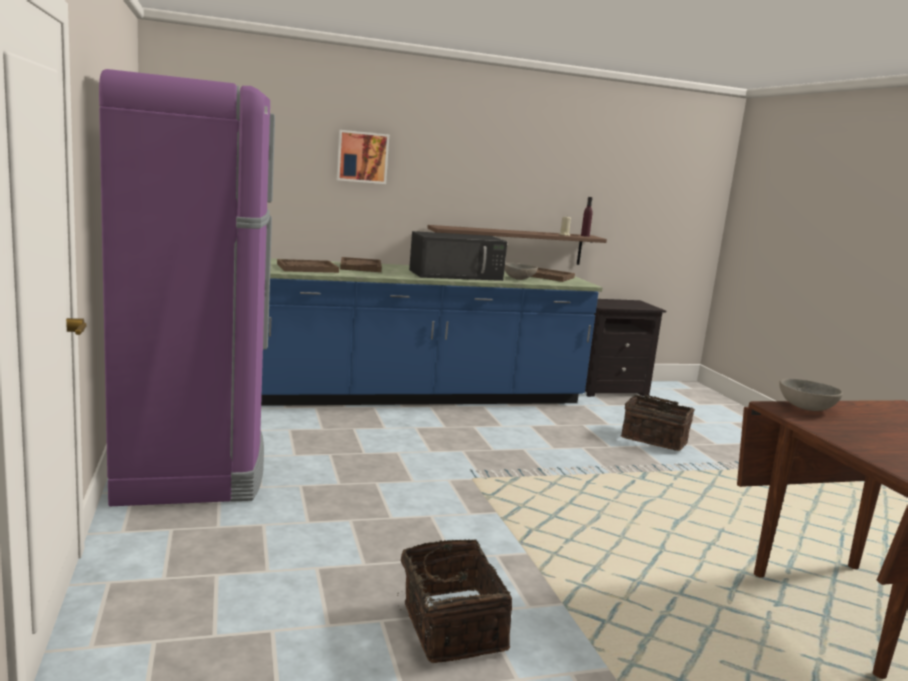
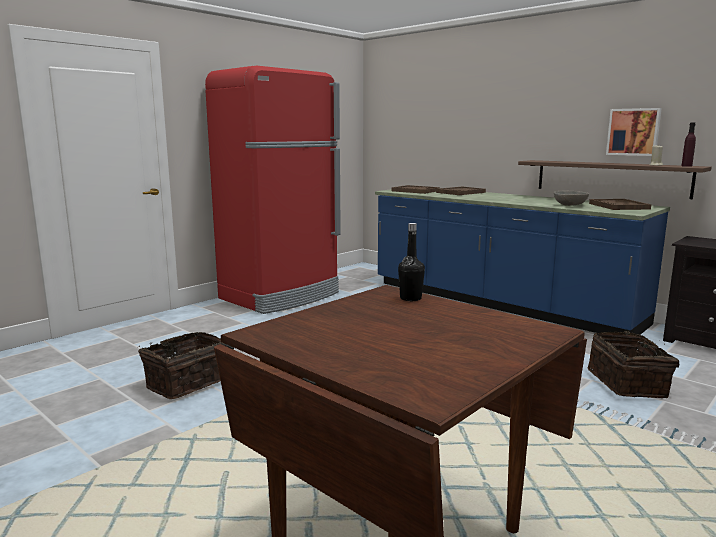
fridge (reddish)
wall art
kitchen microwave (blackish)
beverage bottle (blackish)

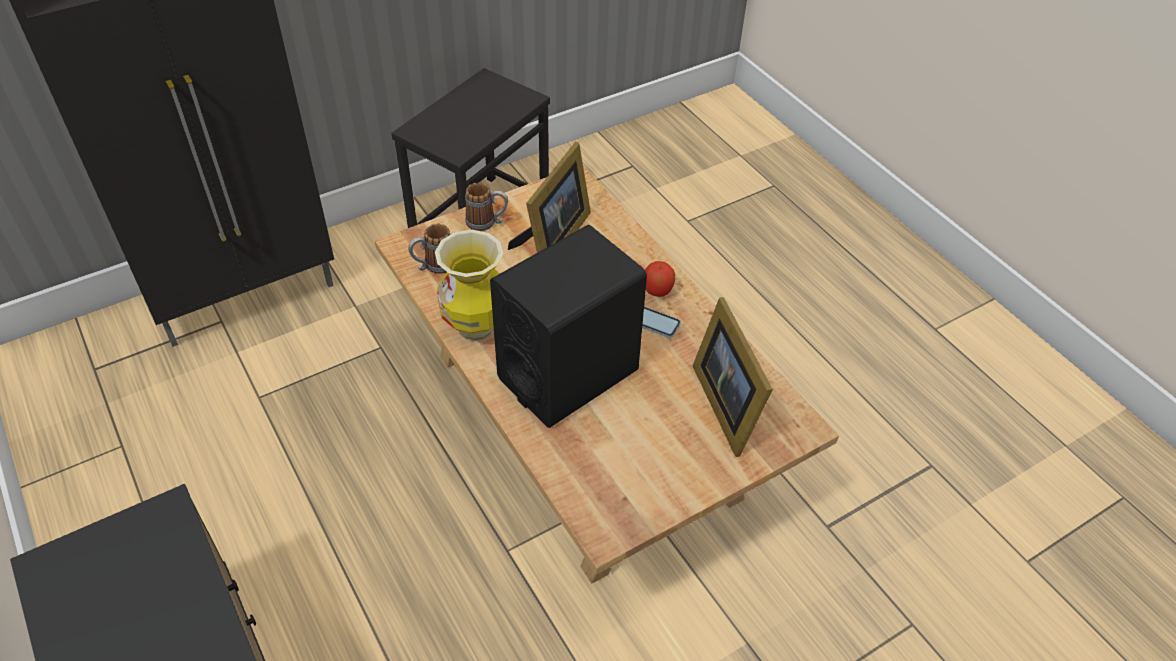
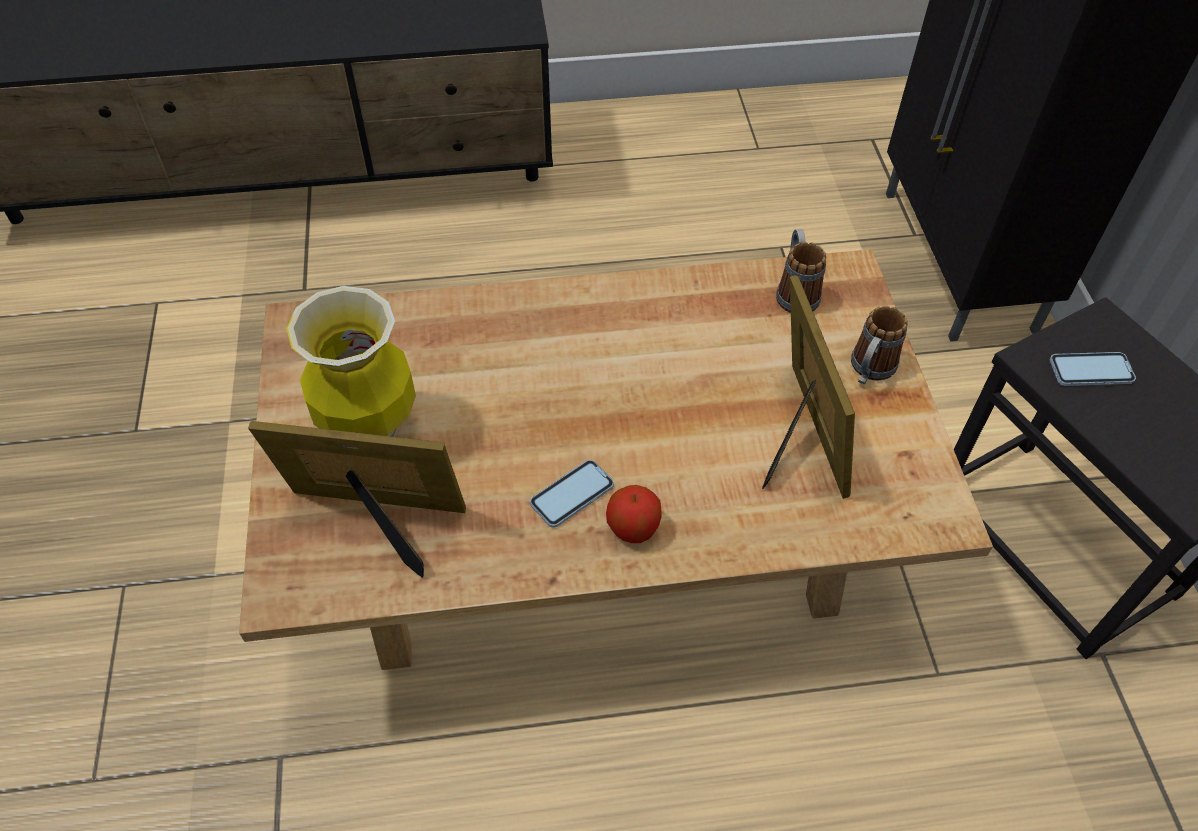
photo frame (no. 2 from left)
loudspeaker (blackish)
decorative vase
phone (no. 2 from left)

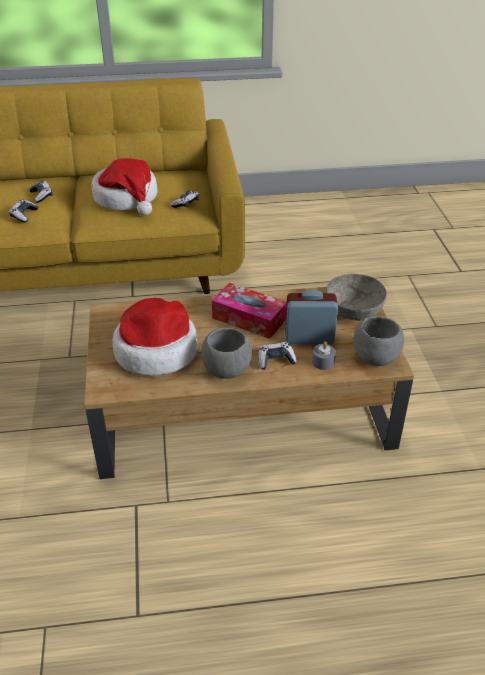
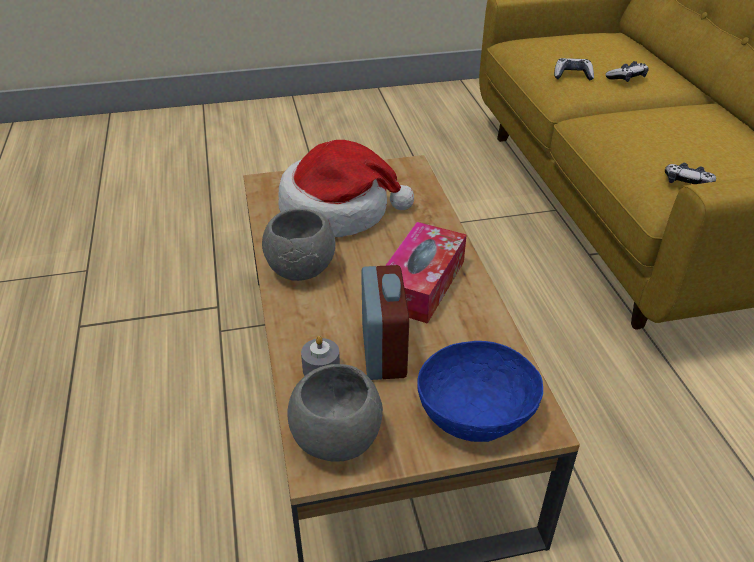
wearable hat (no. 1 from left in the first image)
serving bowl (blue)
joypad (no. 4 from left in the first image)

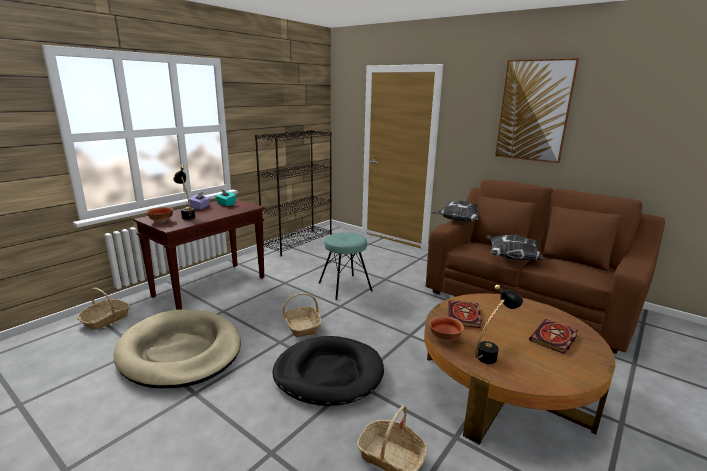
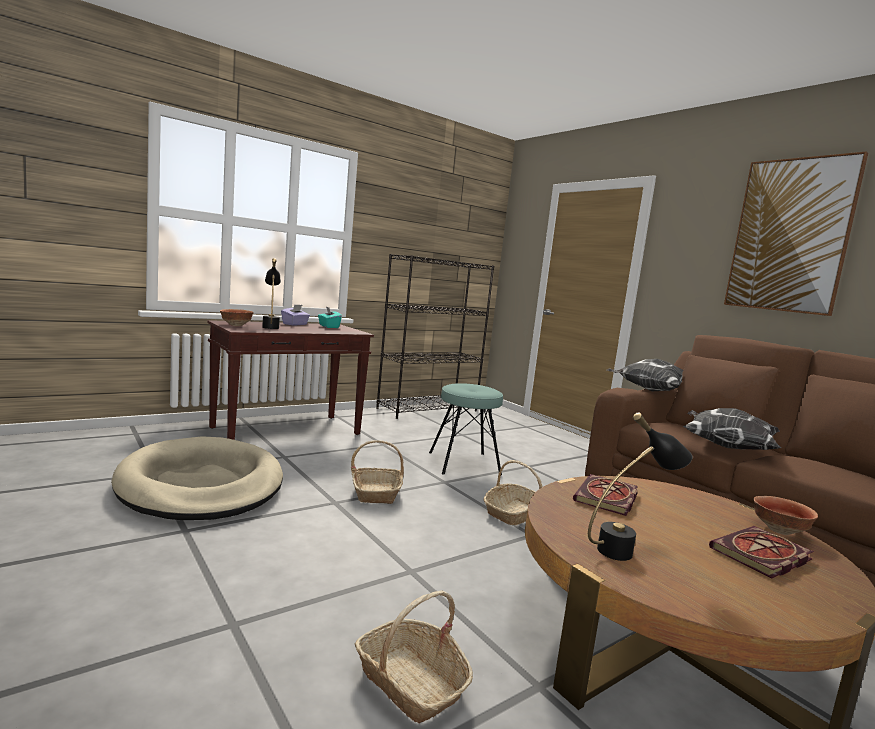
household basket (no. 3 from left)
serving bowl (no. 2 from left)
dog bed (blackish)

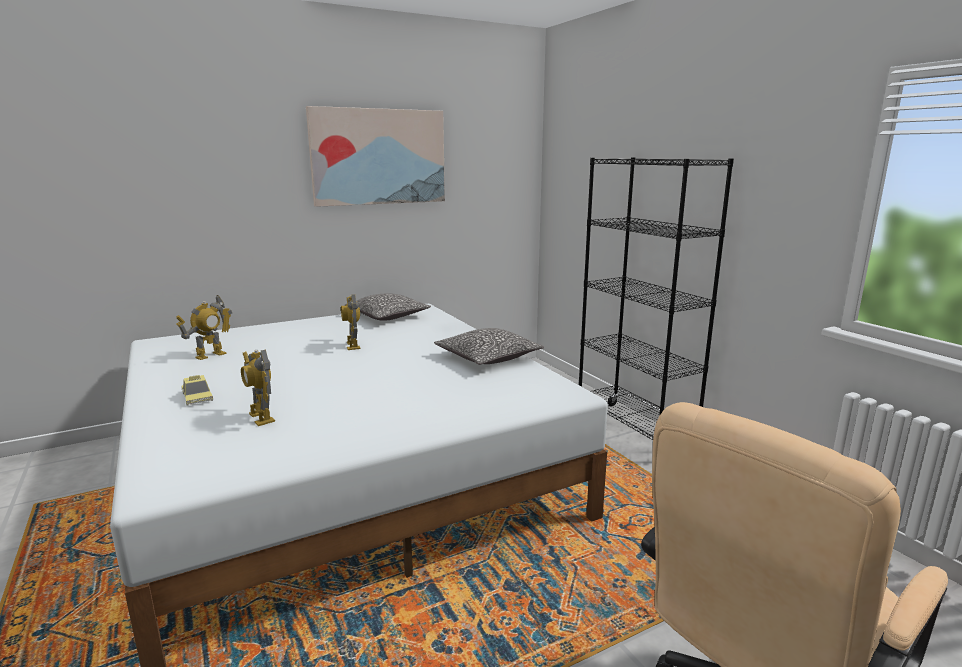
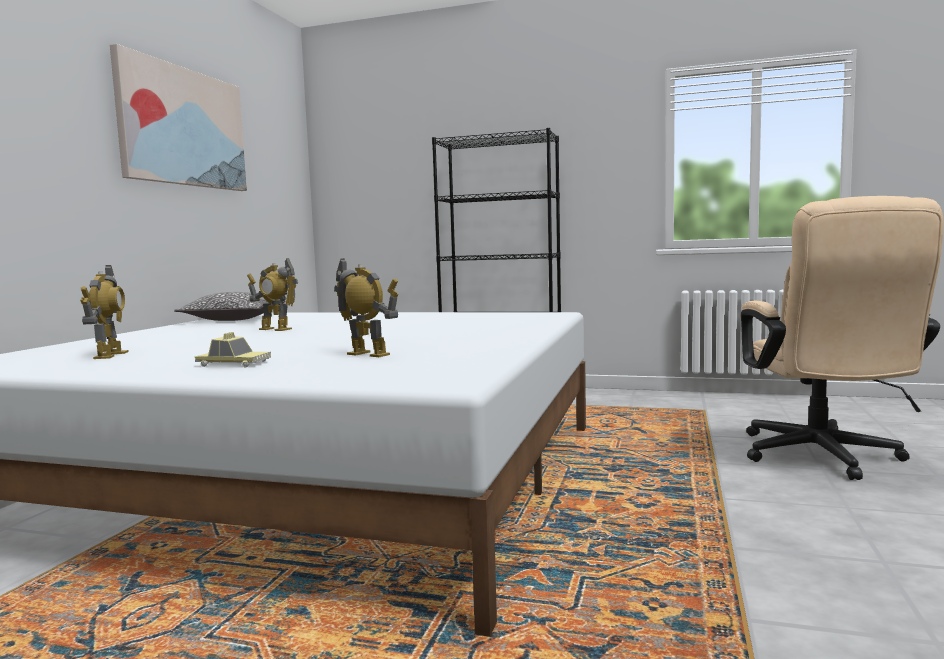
throw pillow (no. 2 from left in the first image)
model robot (no. 3 from left)

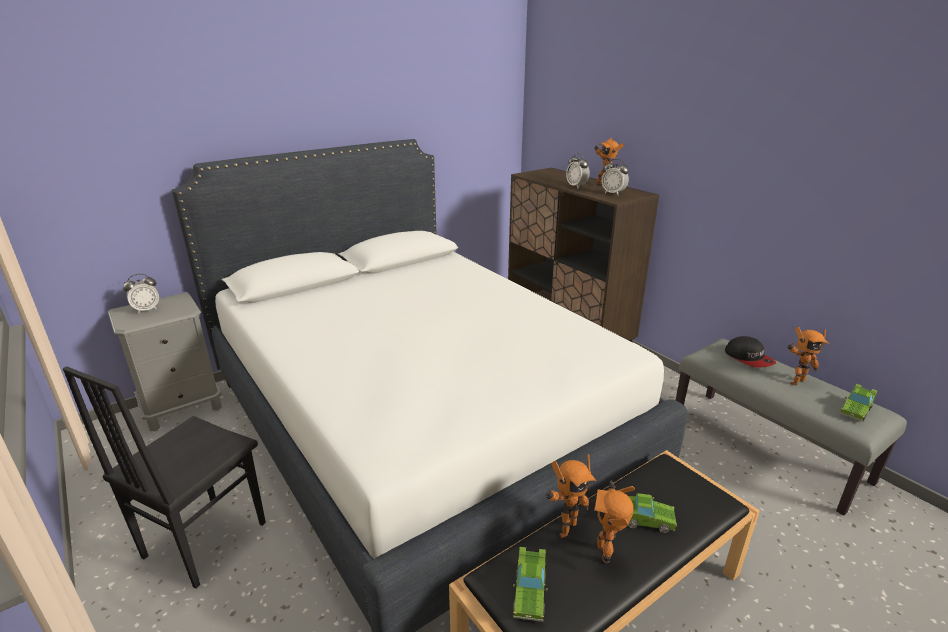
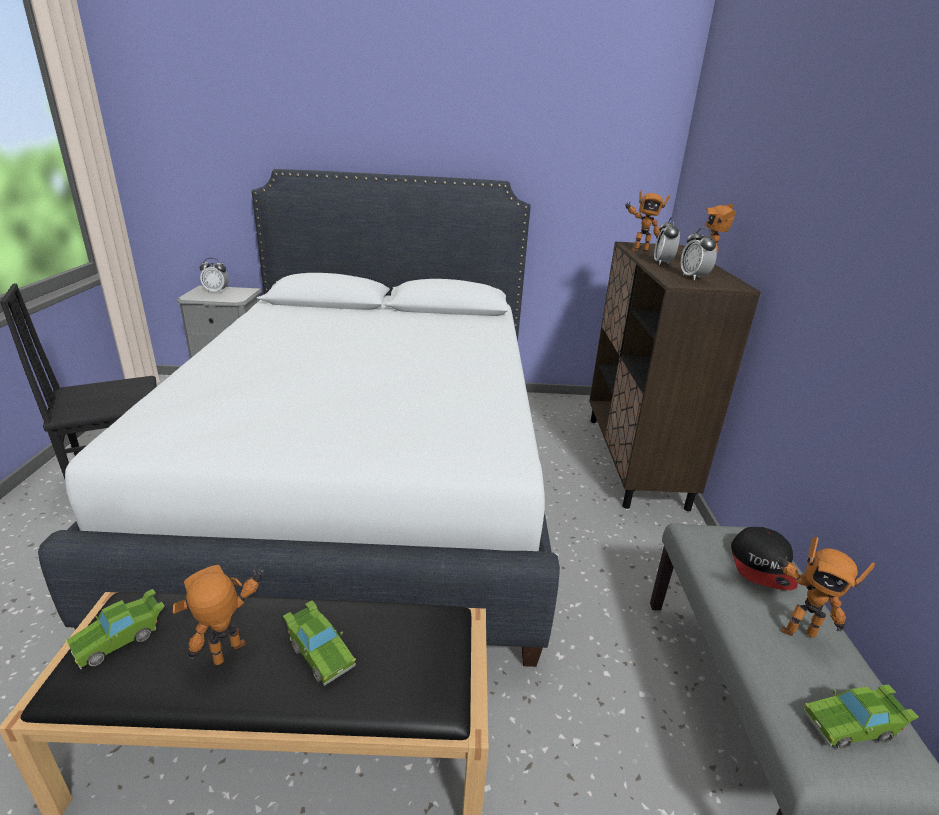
model robot (no. 2 from left)

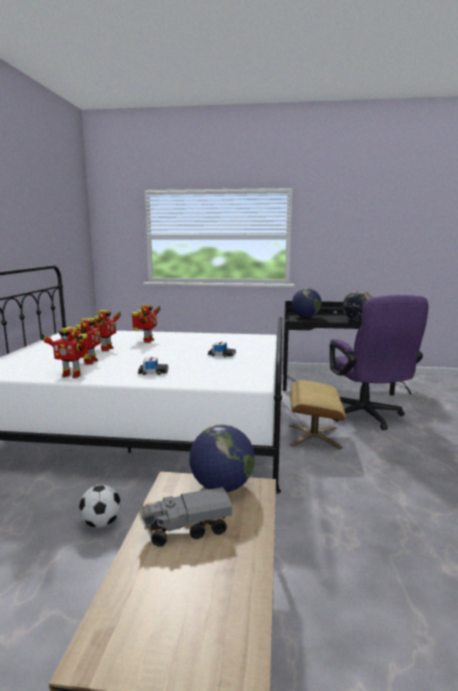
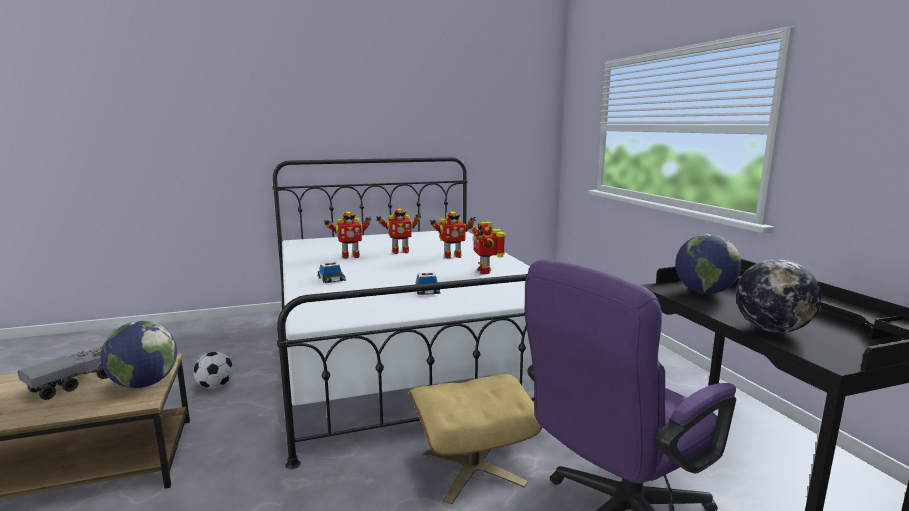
model robot (no. 4 from left)
toy lorry

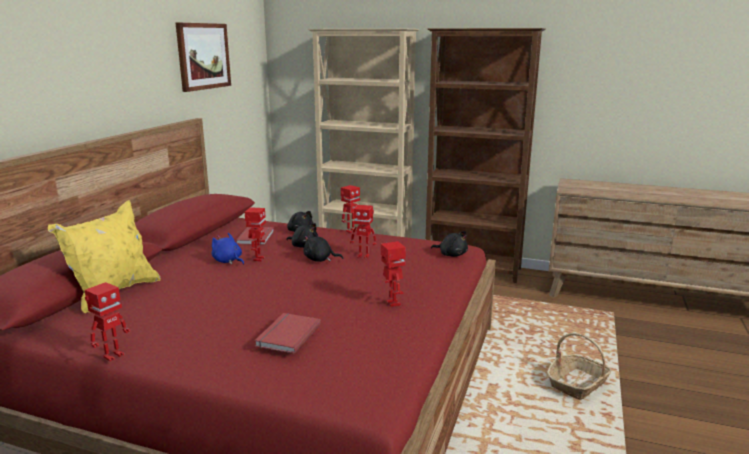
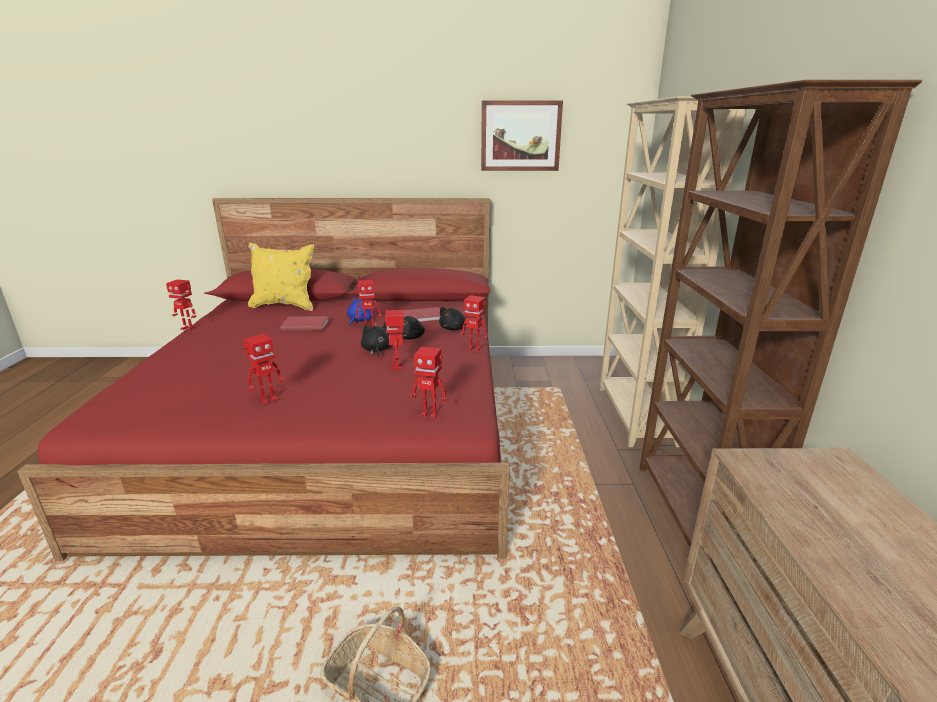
model robot (no. 5 from left)
bound book (reddish) (no. 1 from left)

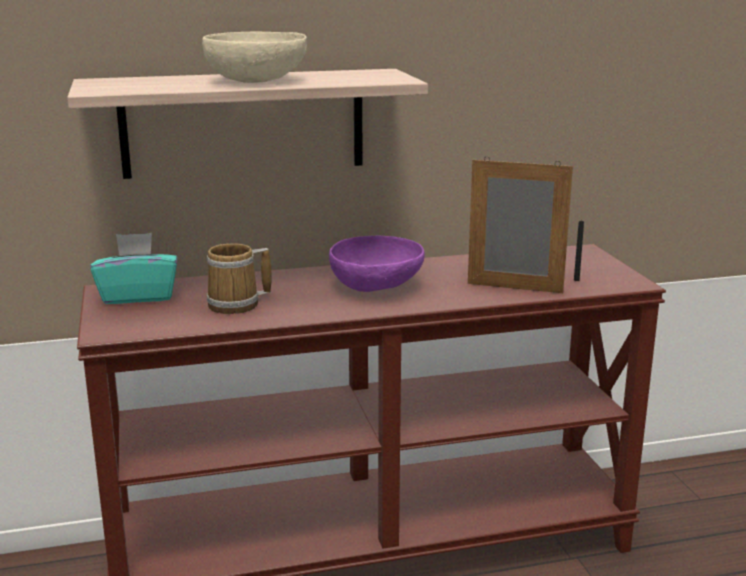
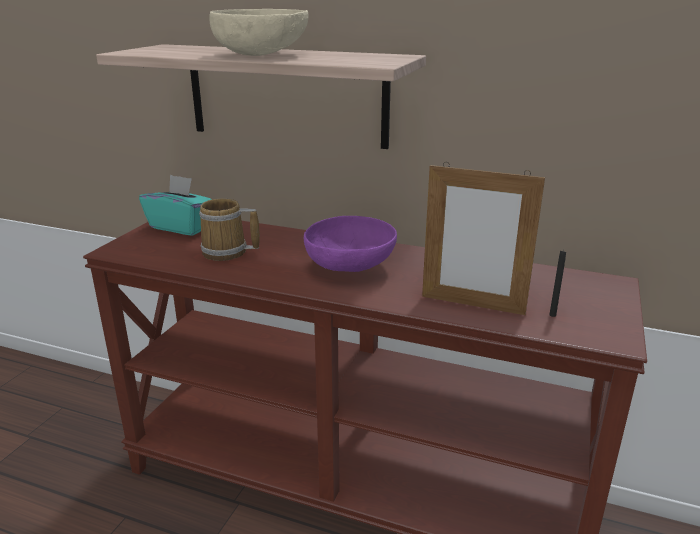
photo frame

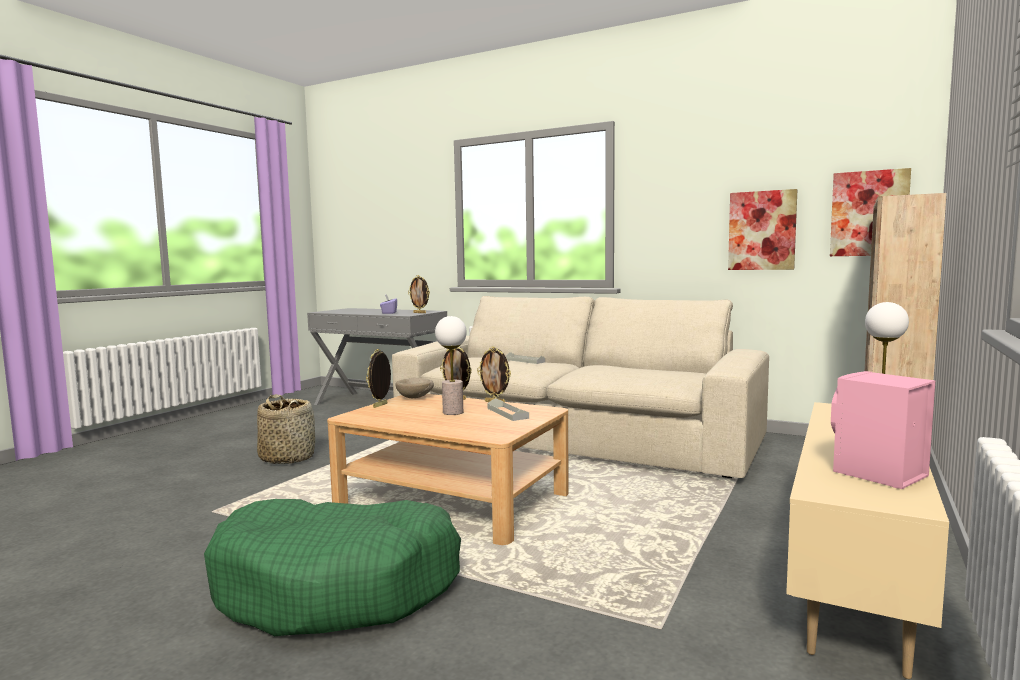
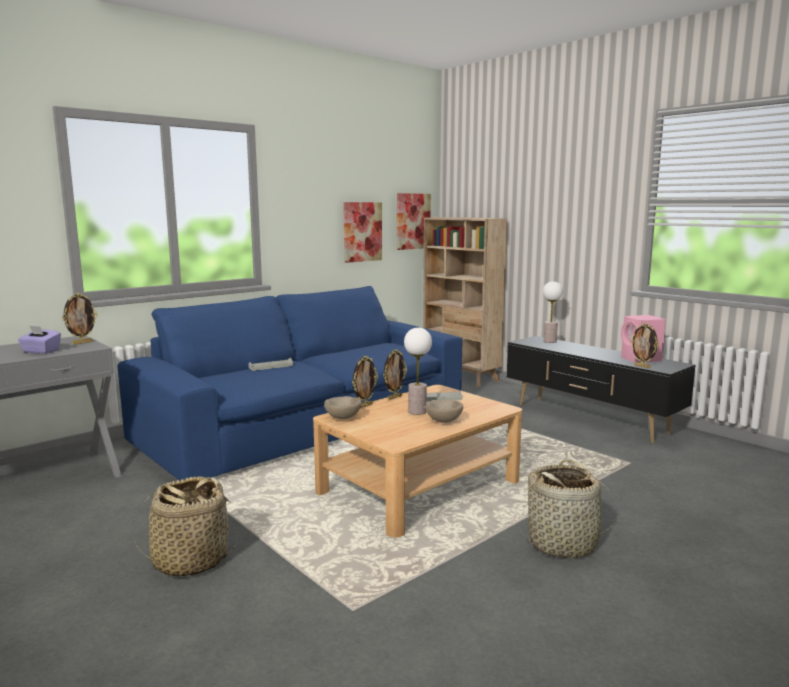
couch (blue)
photo frame (no. 4 from left)
tv stand (blackish)
household basket (no. 2 from left)
serving bowl (beige-coloured) (no. 2 from left)

